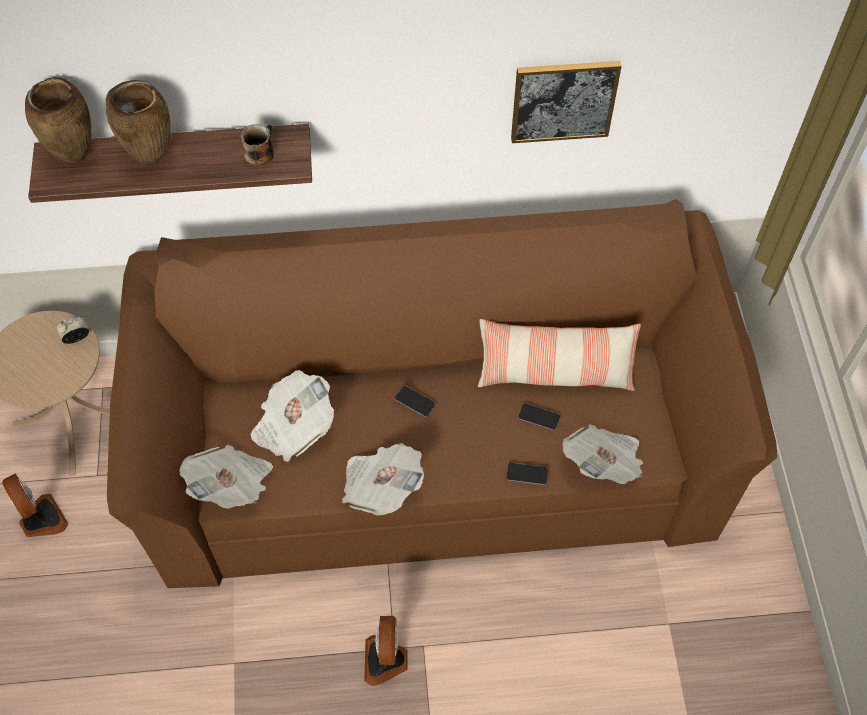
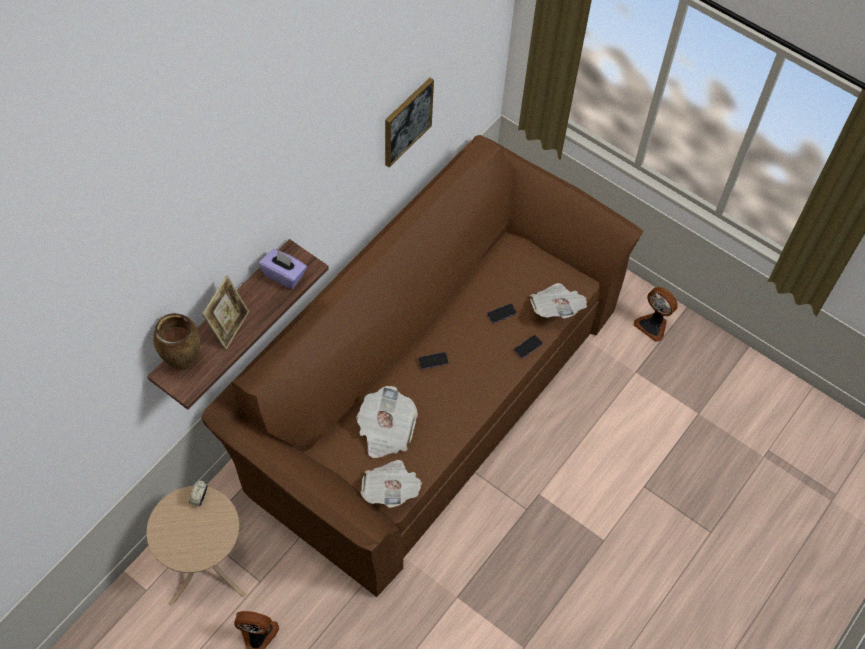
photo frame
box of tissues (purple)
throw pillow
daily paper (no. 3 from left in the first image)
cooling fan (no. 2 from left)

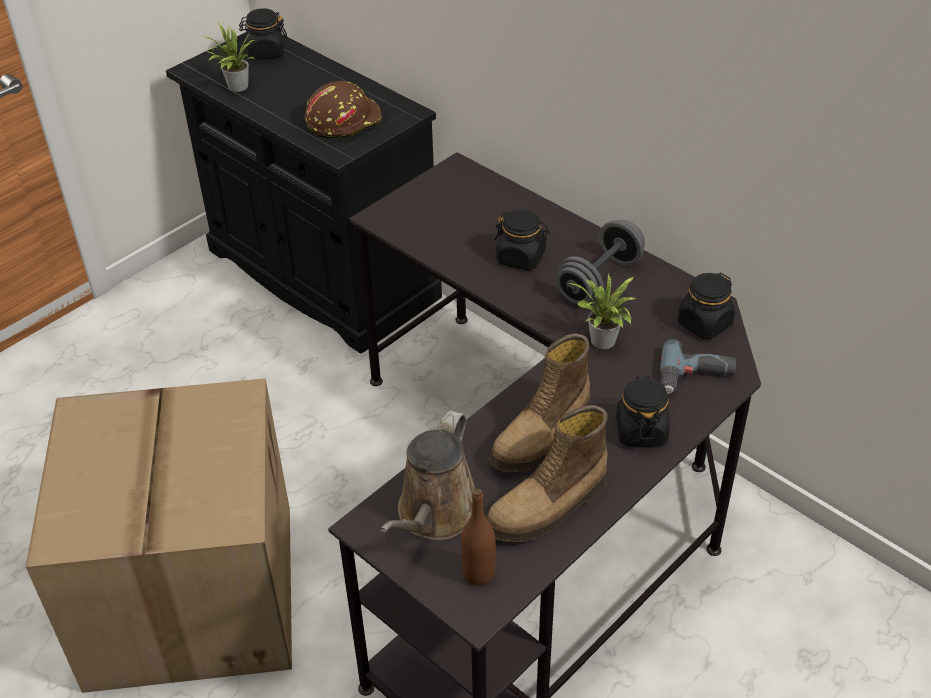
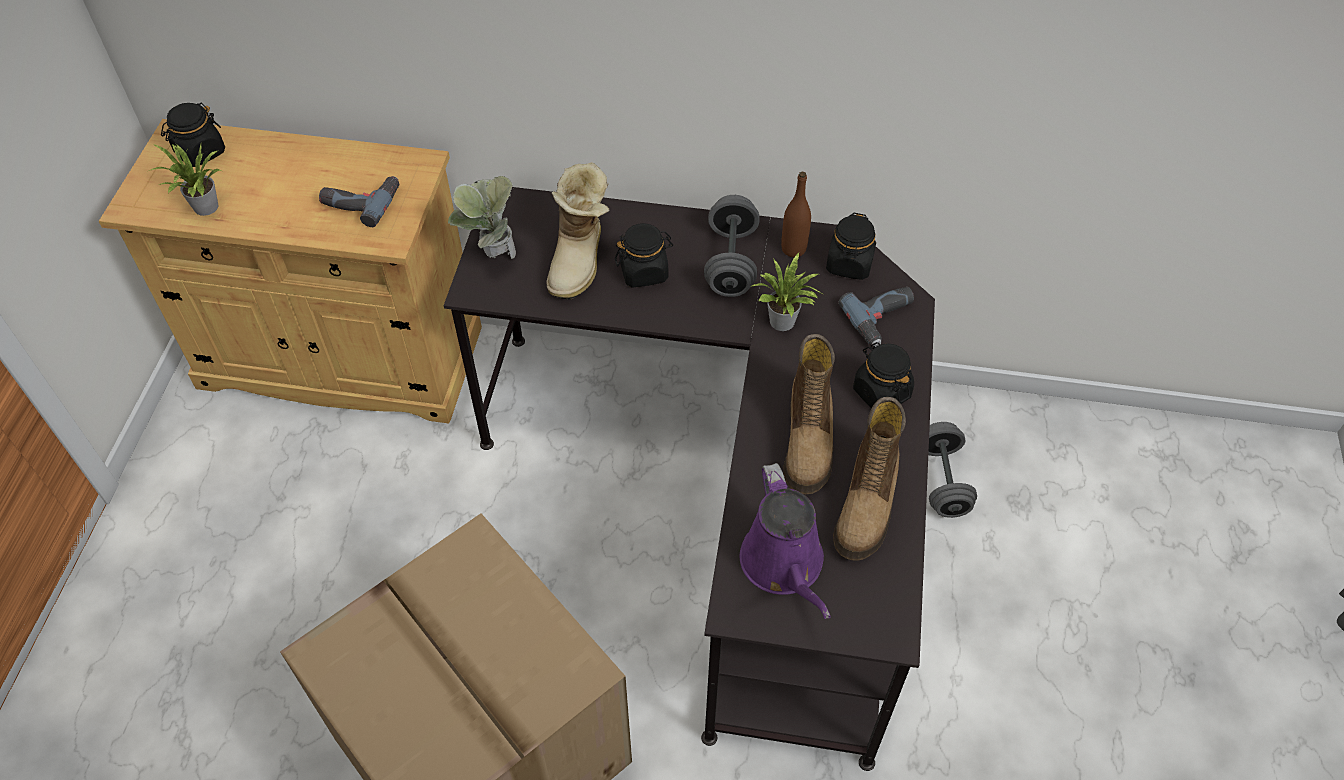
storage cabinet (beige-coloured)
power drill (no. 1 from left)
watering can (purple)
beverage bottle (brown)
boot (no. 1 from left)
plant in a pot (no. 2 from left)
dumbbell (gray) (no. 2 from left)

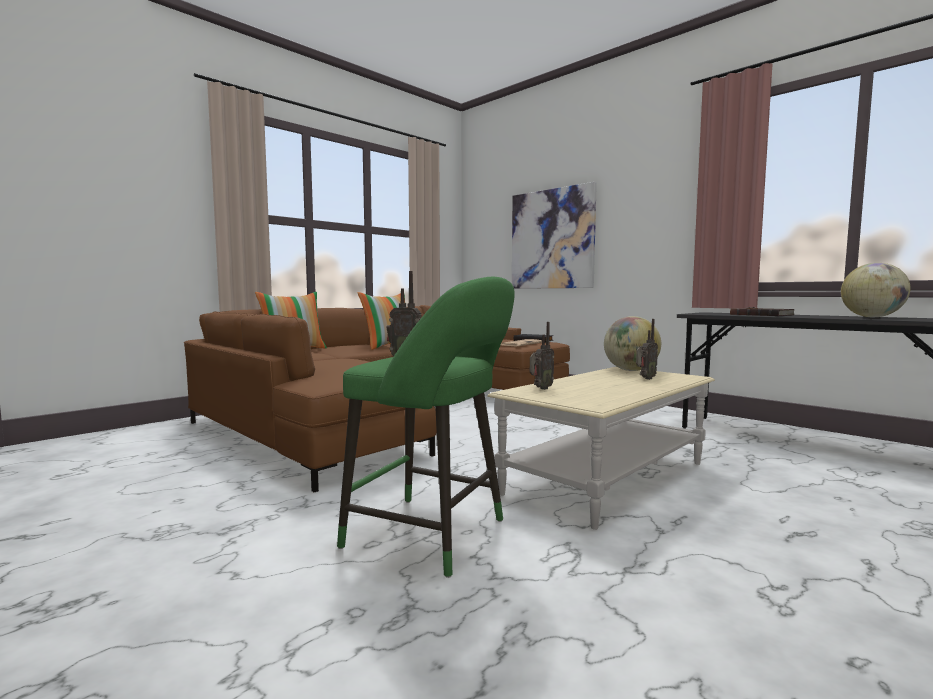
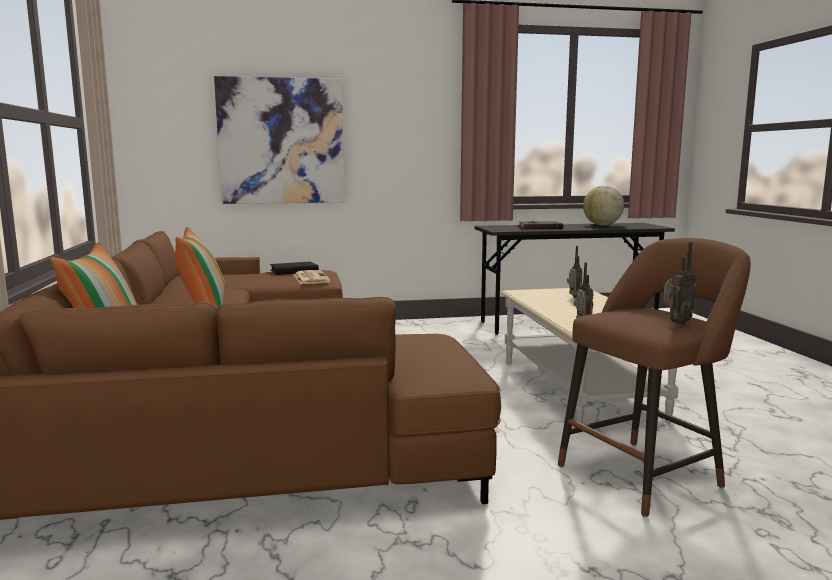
stool (brown)
desk globe (no. 1 from left in the first image)

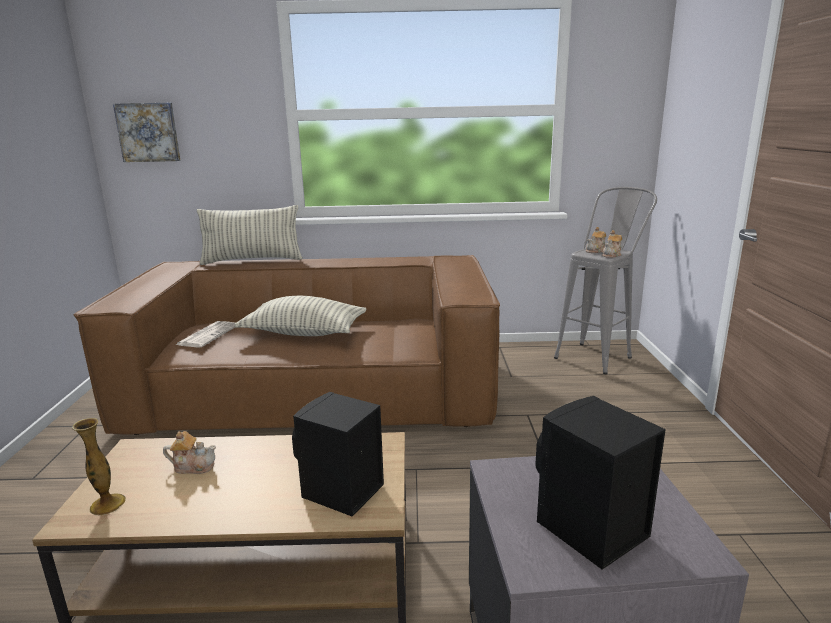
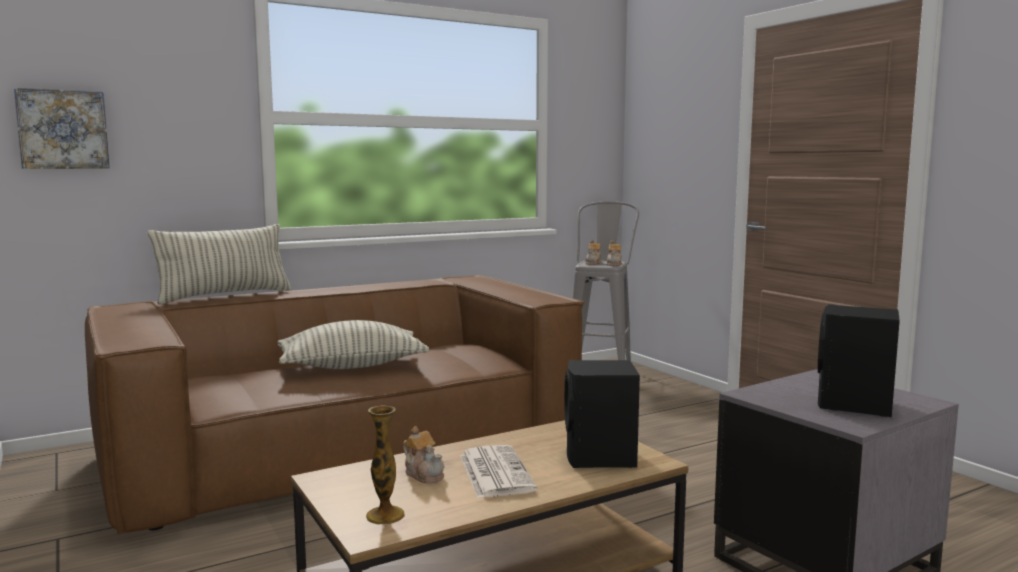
daily paper
tea pot (no. 1 from left)

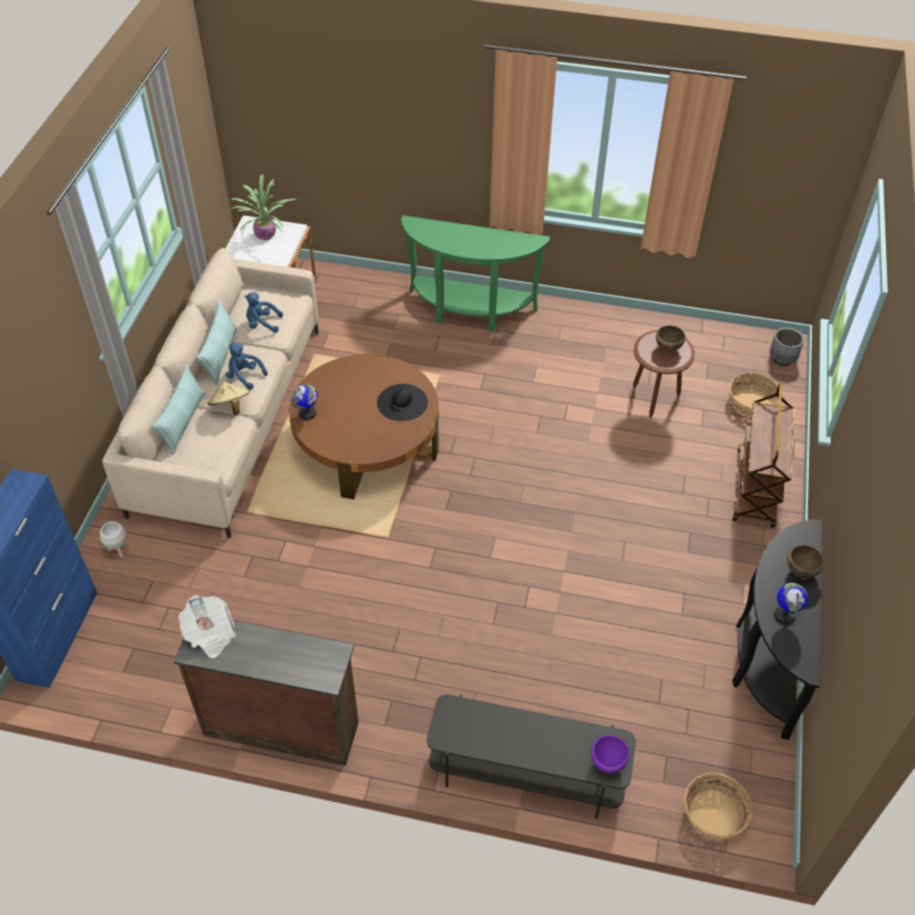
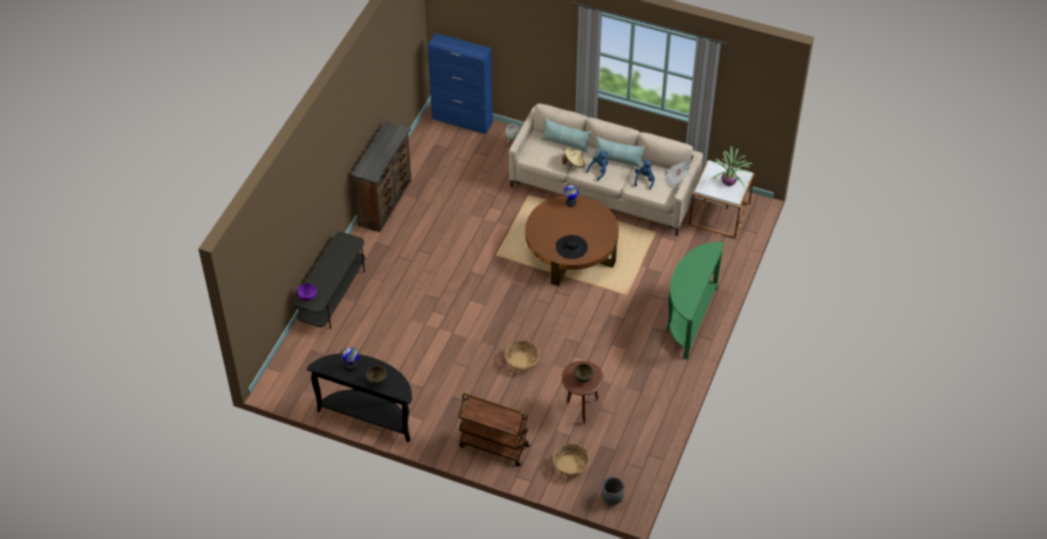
daily paper
household basket (no. 1 from left)

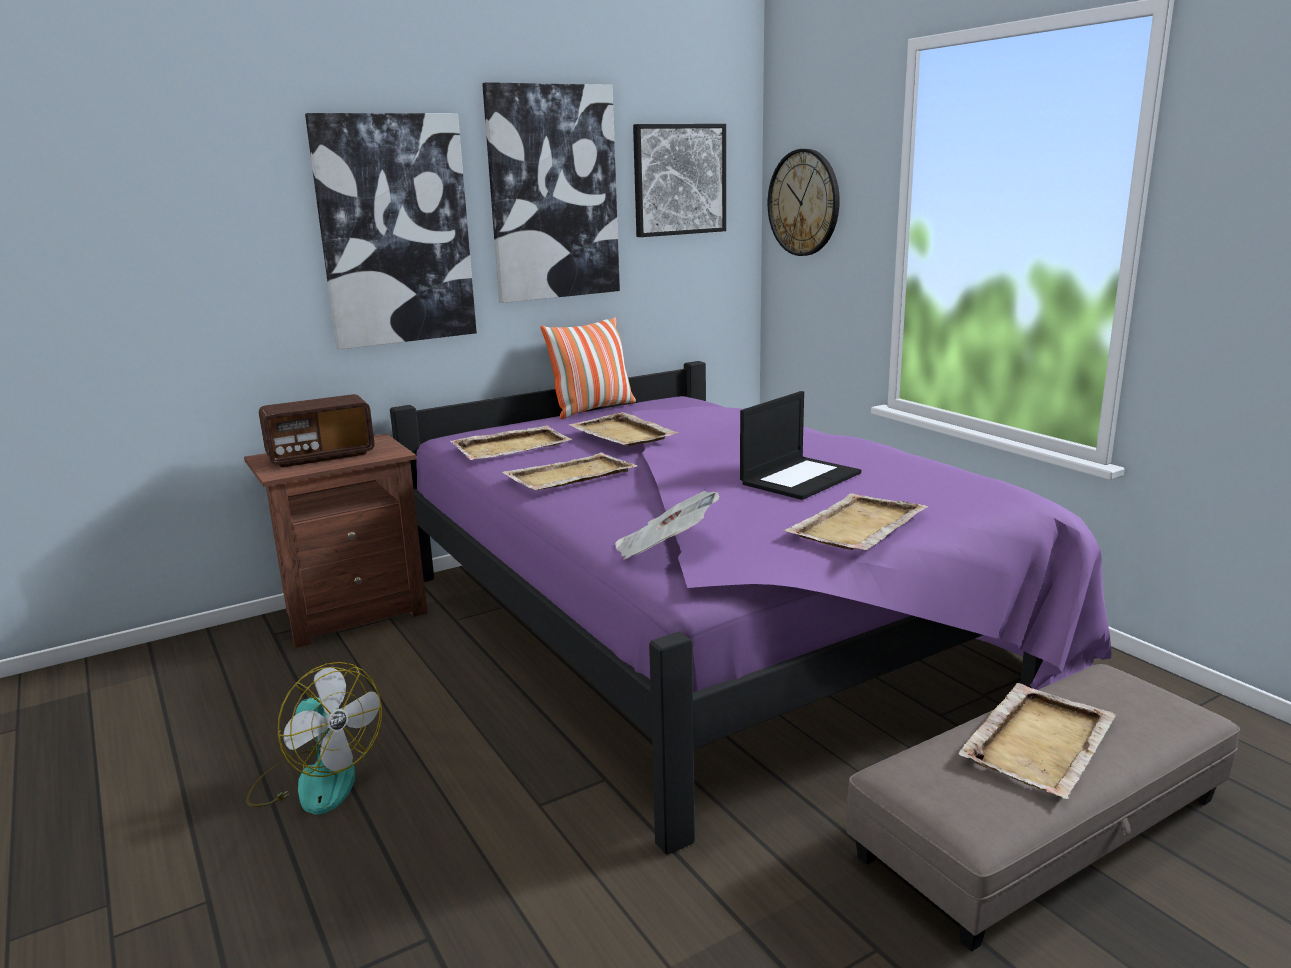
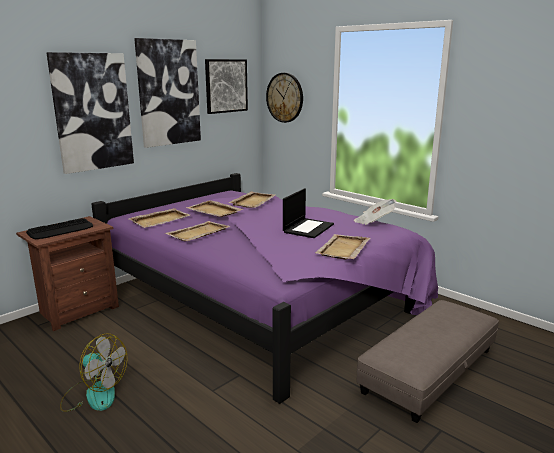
throw pillow
keyboard
daily paper
carrying tray (beige-coloured) (no. 4 from left)

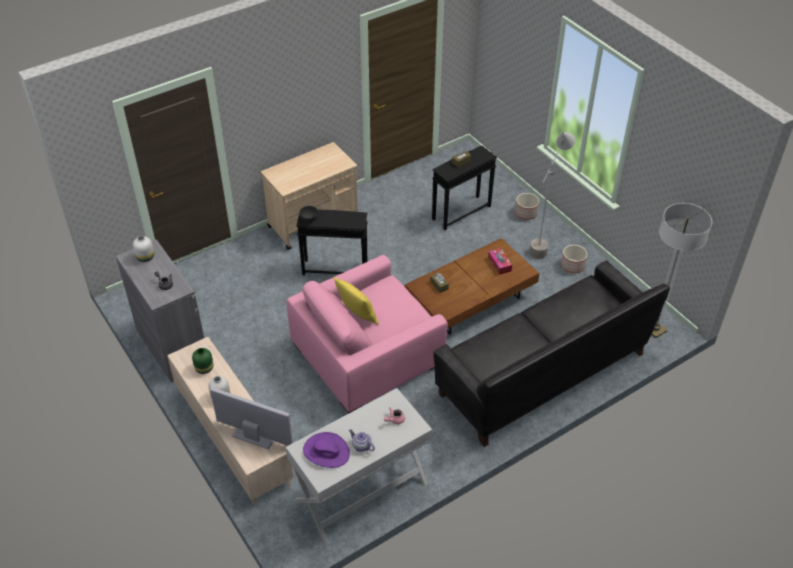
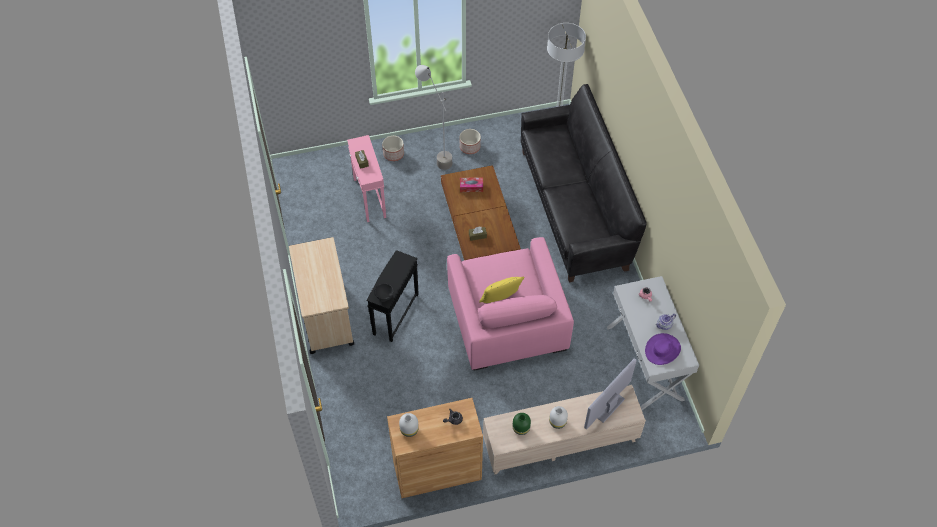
side table (pink-coloured)
storage cabinet (brown)

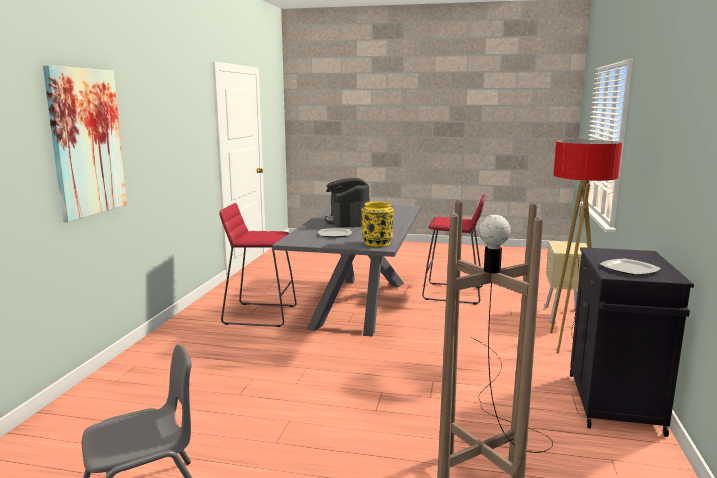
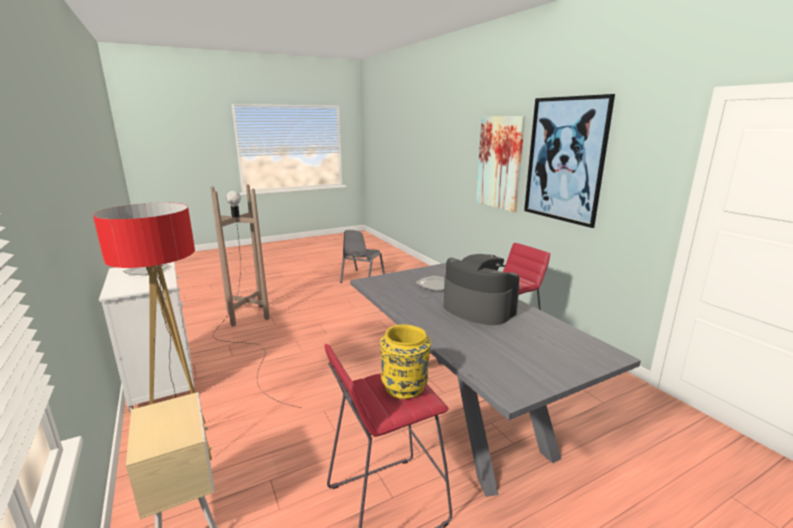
decorative vase (yellowish)
storage cabinet (white)
wall art (no. 2 from left)

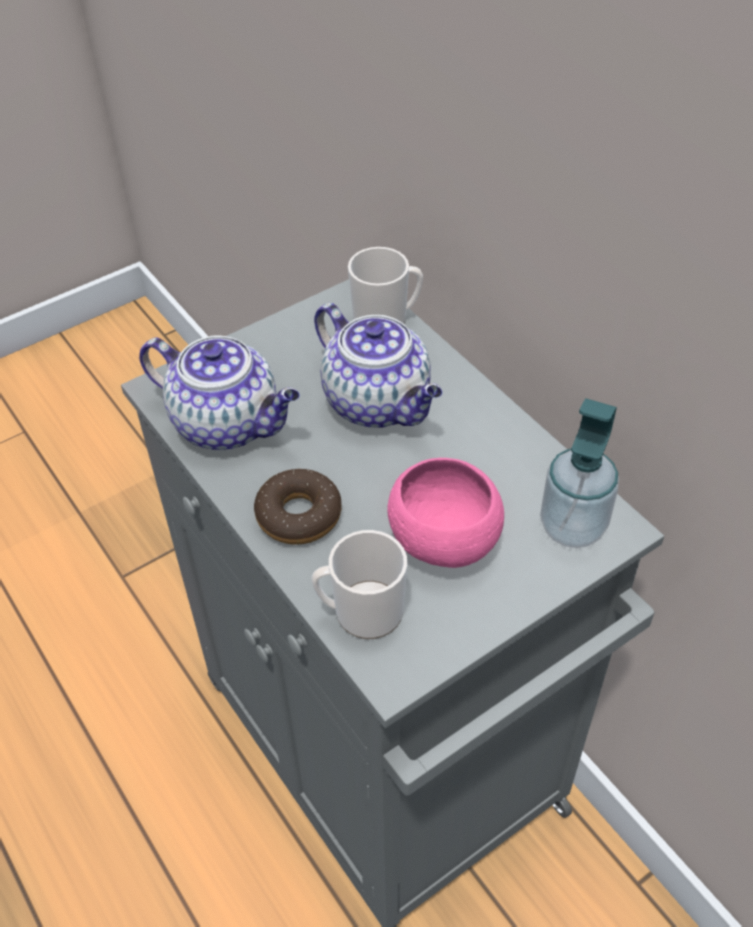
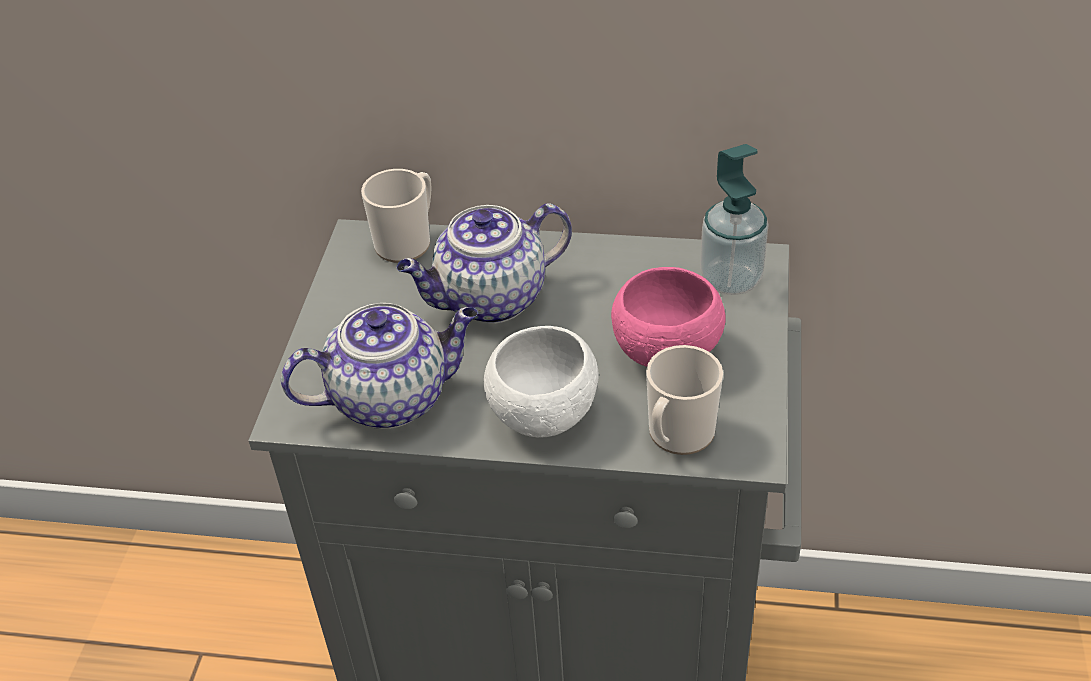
tea pot (no. 2 from left)
serving bowl (white)

